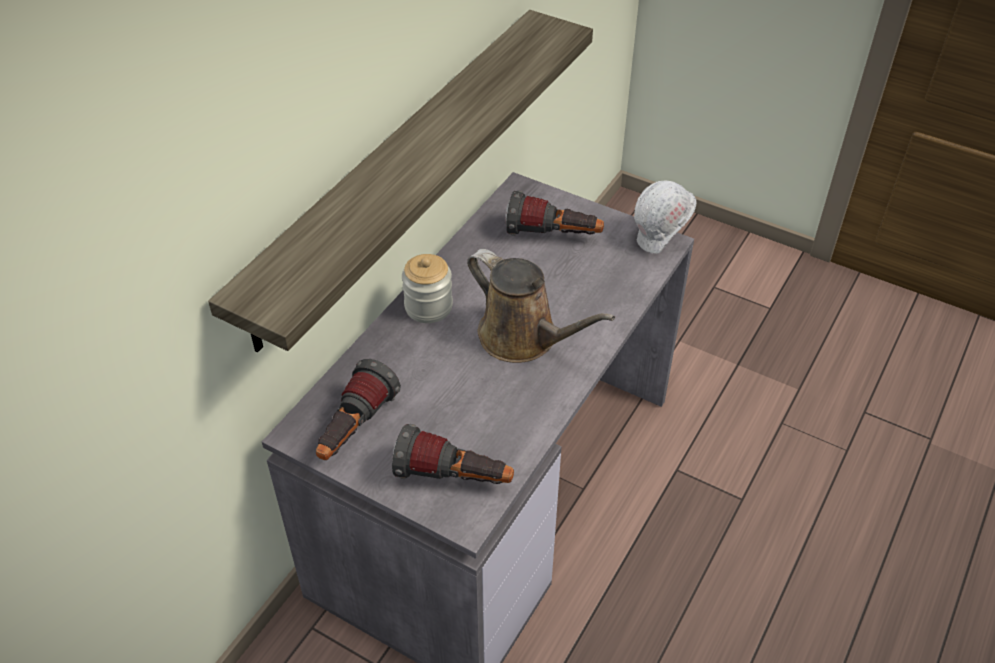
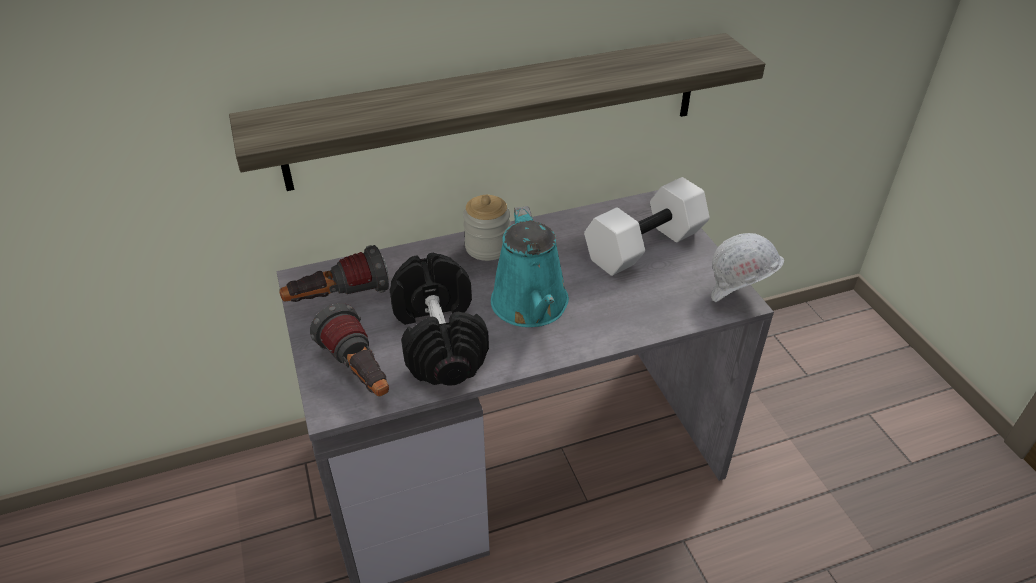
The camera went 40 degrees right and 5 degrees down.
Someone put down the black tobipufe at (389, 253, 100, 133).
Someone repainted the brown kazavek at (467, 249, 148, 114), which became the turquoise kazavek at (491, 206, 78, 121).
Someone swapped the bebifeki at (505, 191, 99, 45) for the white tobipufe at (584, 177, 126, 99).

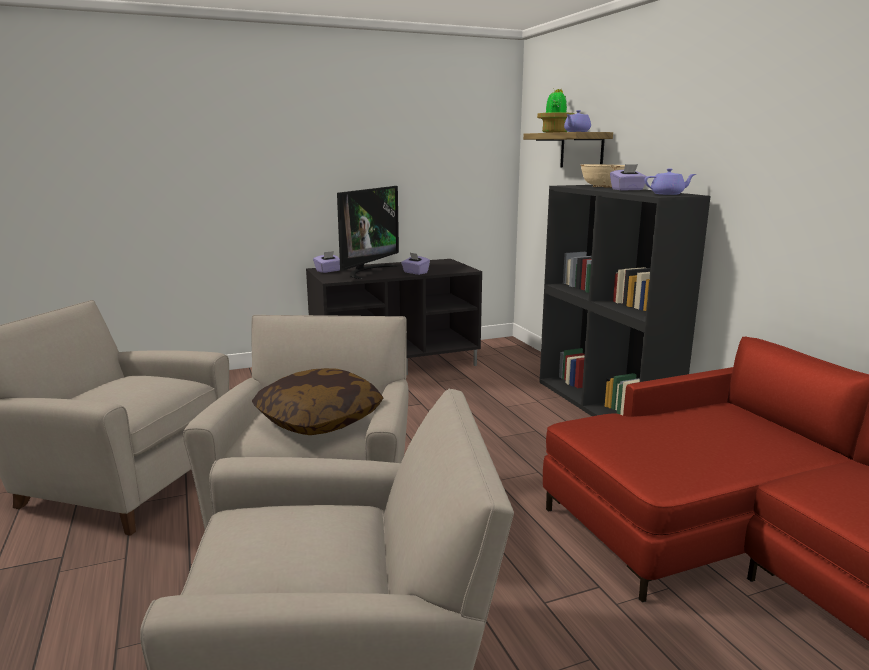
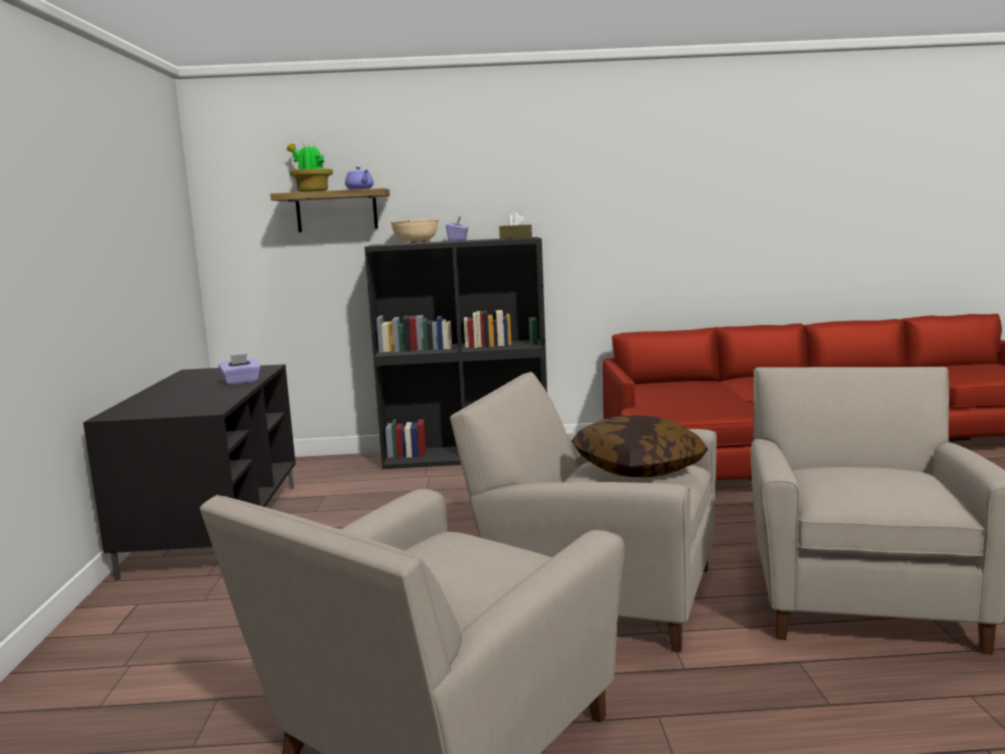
The camera went 70 degrees left and 5 degrees down.
Someone swapped the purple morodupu at (645, 168, 51, 27) for the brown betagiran at (499, 213, 33, 26).
Someone took away the purple betagiran at (313, 251, 27, 22).
Someone took away the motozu at (337, 186, 62, 93).

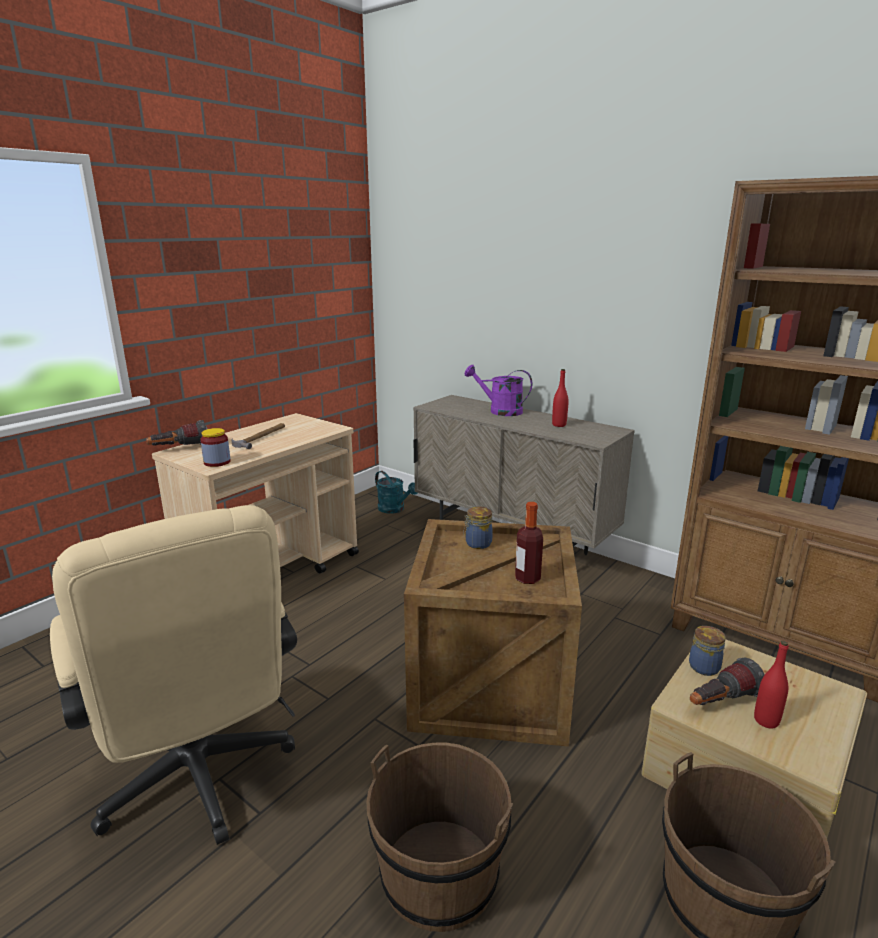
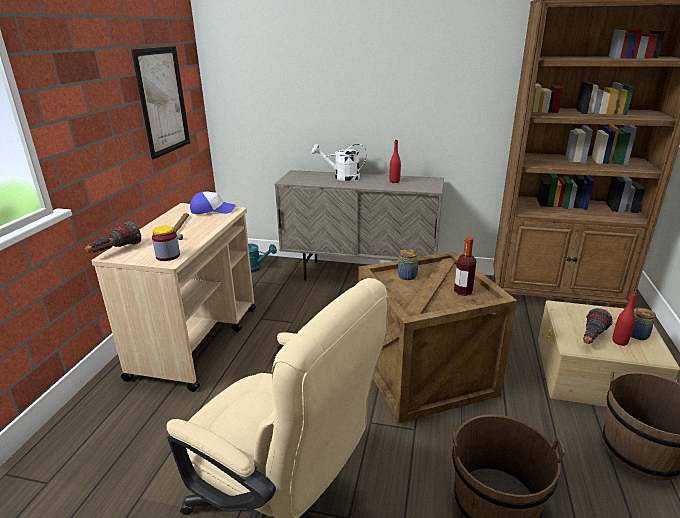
The camera went 25 degrees left and 5 degrees up.
Someone put up the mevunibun at (132, 46, 58, 113).
Someone put down the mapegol at (190, 191, 45, 23).
Someone repainted the purple kazavek at (464, 365, 68, 51), which became the white kazavek at (312, 144, 54, 37).
Someone carried the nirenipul from (689, 626, 37, 50) to (631, 308, 25, 32).

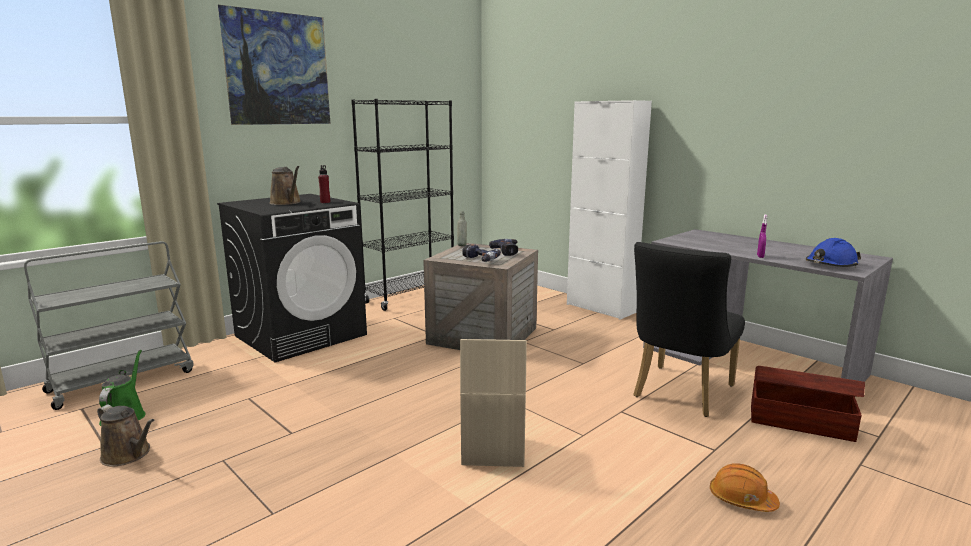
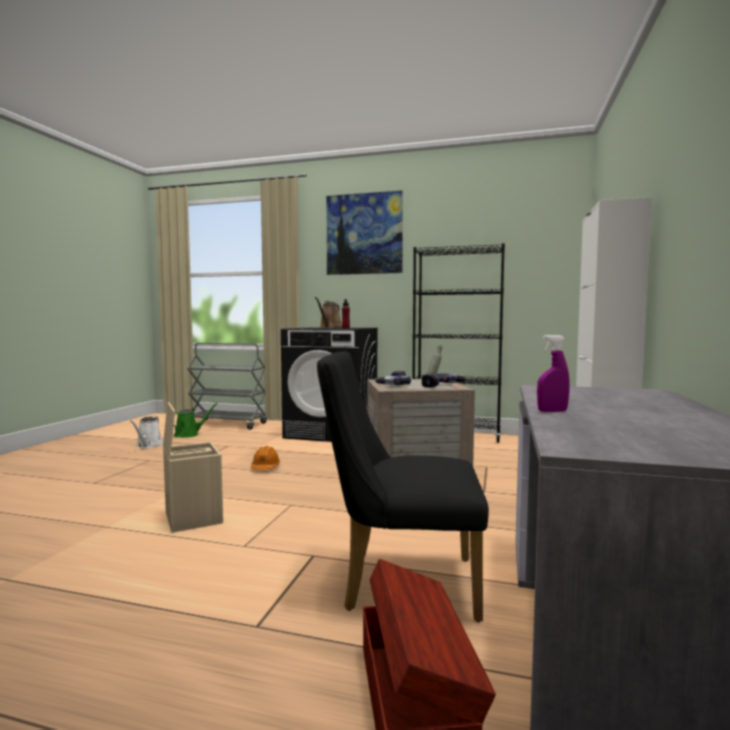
The camera went 60 degrees right and 10 degrees down.
Someone repainted the brown kazavek at (97, 405, 57, 62), which became the white kazavek at (130, 416, 33, 32).
Someone carried the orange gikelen from (710, 463, 70, 49) to (251, 446, 29, 24).
Someone took away the blue gikelen at (805, 238, 56, 30).

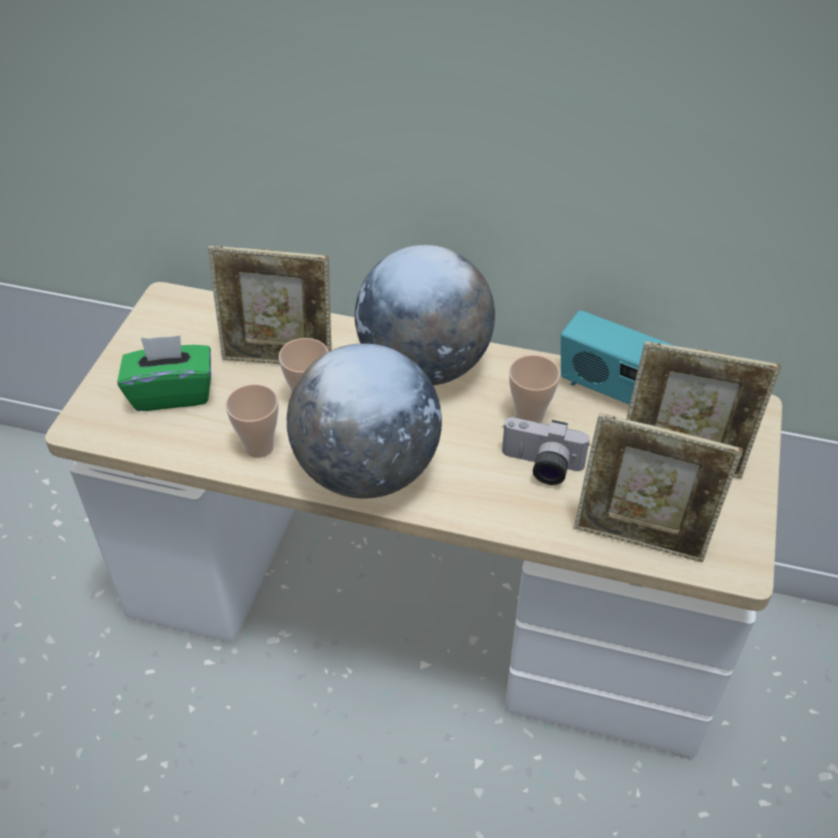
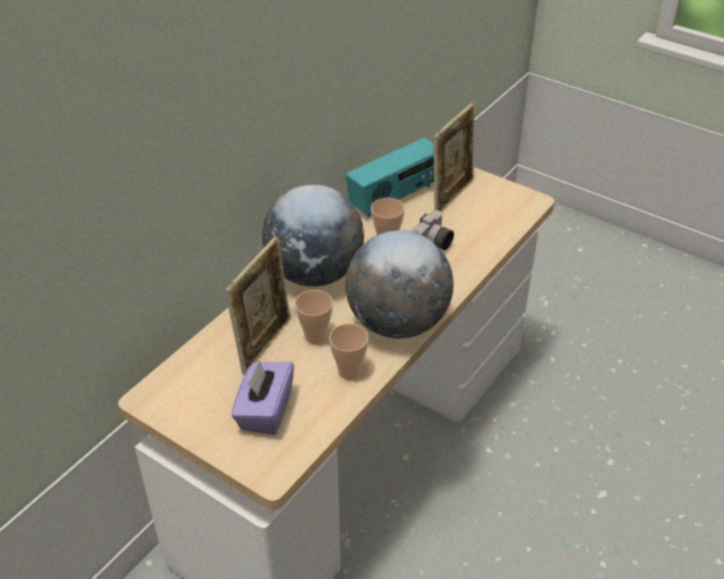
The camera went 70 degrees left and 5 degrees down.
Someone repainted the green betagiran at (117, 335, 94, 76), which became the purple betagiran at (231, 360, 63, 75).
Someone took away the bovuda at (574, 413, 169, 149).

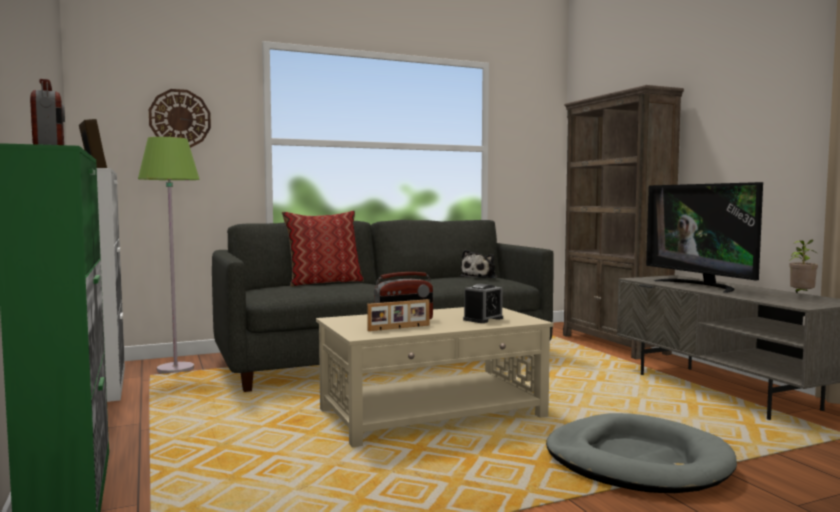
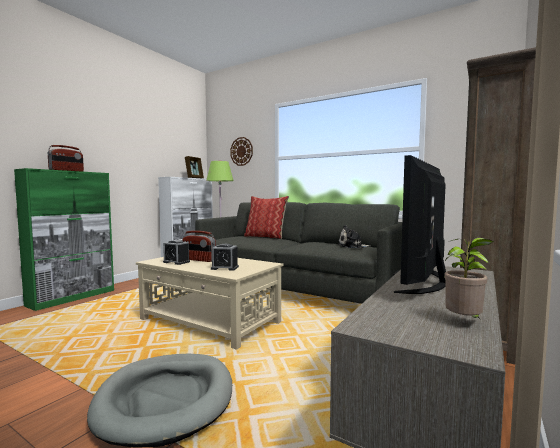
The camera went 55 degrees right and 0 degrees up.
Someone swapped the bovuda at (367, 299, 62, 32) for the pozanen at (163, 240, 27, 25).

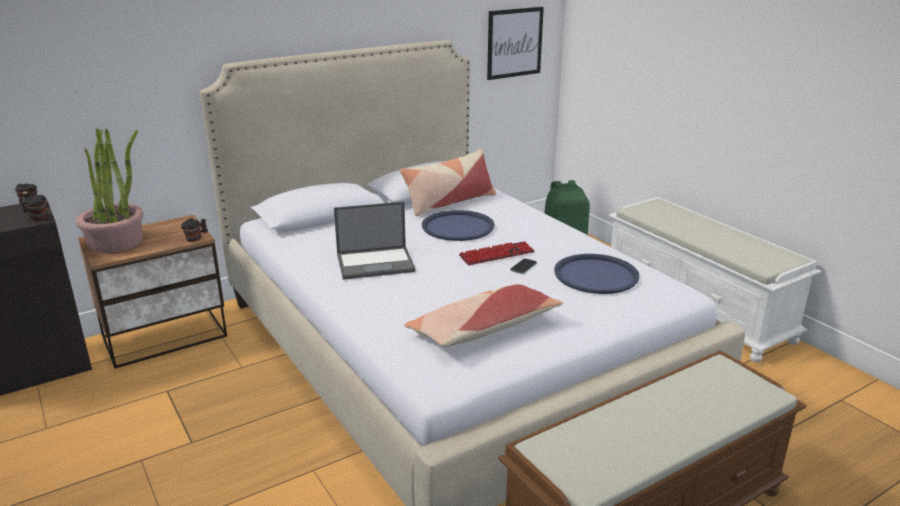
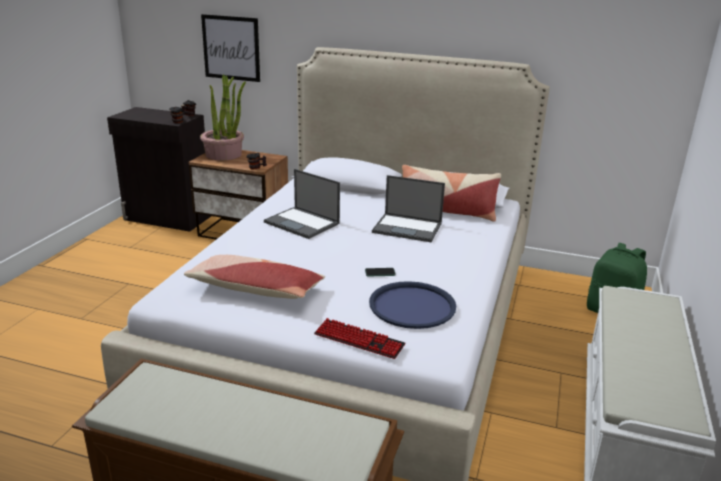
The camera went 50 degrees right and 0 degrees up.
Someone carried the mevunibun from (487, 7, 57, 73) to (201, 14, 59, 68).
Someone carried the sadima from (459, 242, 76, 23) to (314, 318, 91, 41).
Someone swapped the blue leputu at (422, 210, 73, 31) for the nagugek at (372, 175, 73, 67).

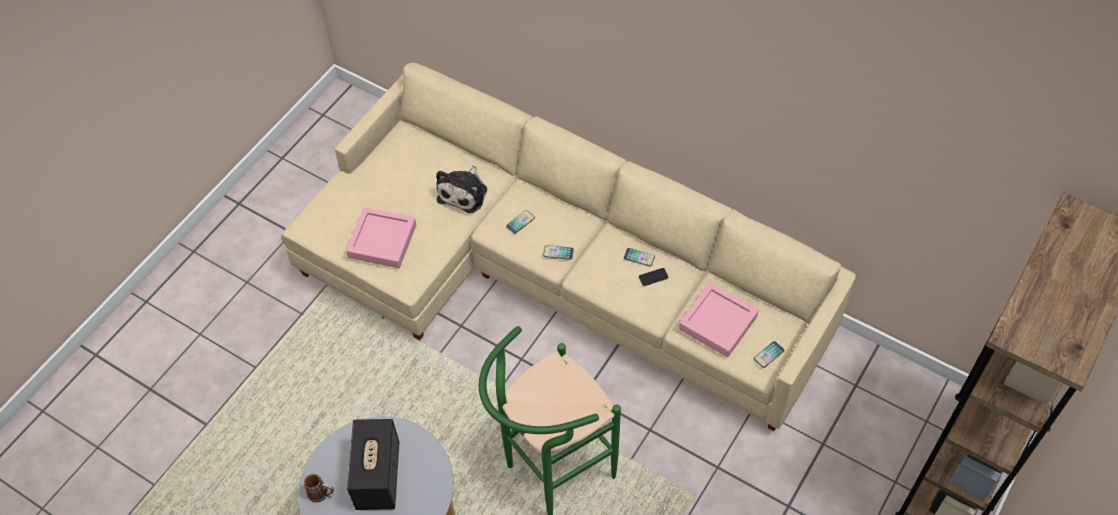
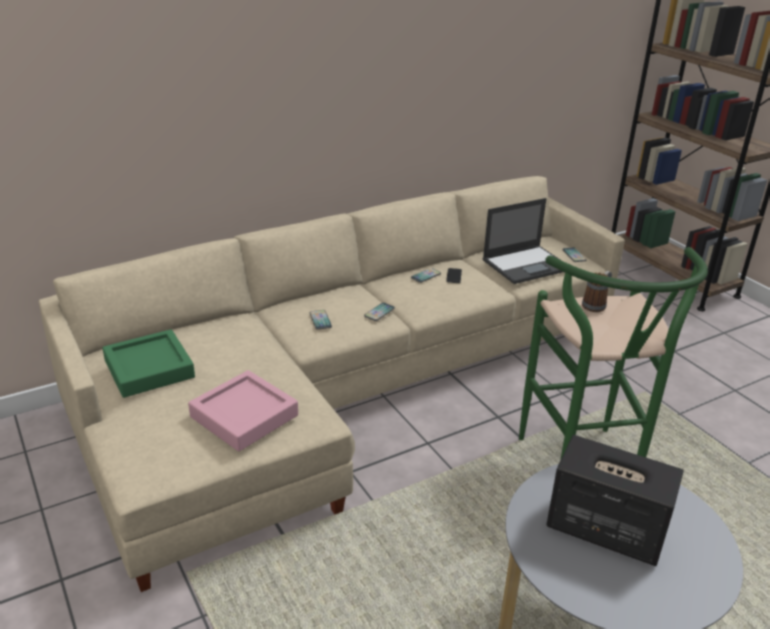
The camera went 65 degrees left and 25 degrees down.
Someone put down the green leputu at (103, 329, 92, 69).
Someone swapped the pink leputu at (679, 283, 79, 74) for the nagugek at (483, 198, 80, 86).
Someone carried the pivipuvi from (304, 474, 30, 29) to (582, 271, 30, 41).
Someone took away the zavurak at (436, 166, 51, 47).

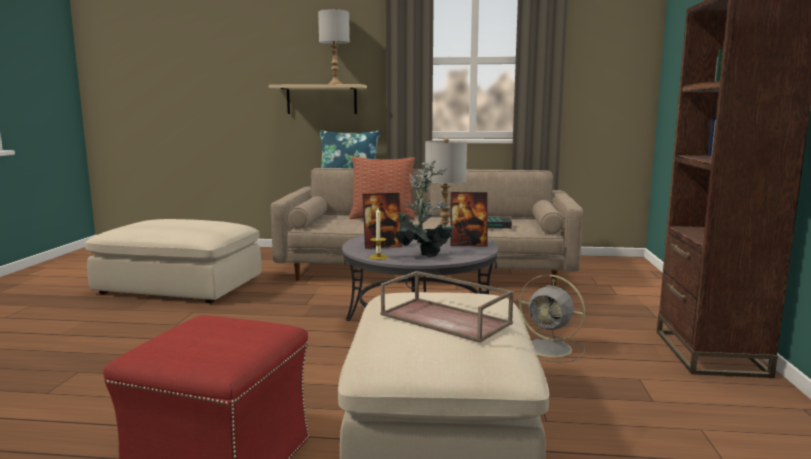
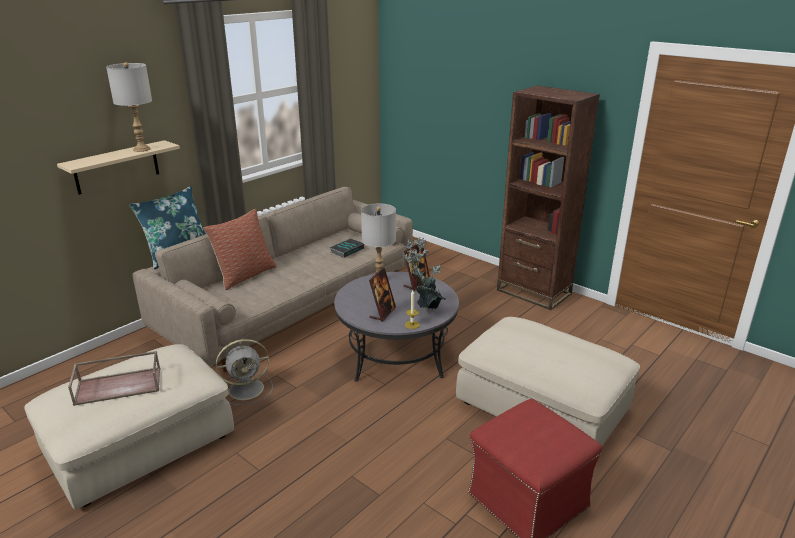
The camera went 55 degrees left and 15 degrees up.
Someone carried the brown leputu from (381, 271, 133, 72) to (68, 351, 93, 55).
Someone carried the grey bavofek from (519, 274, 66, 89) to (216, 339, 57, 66).

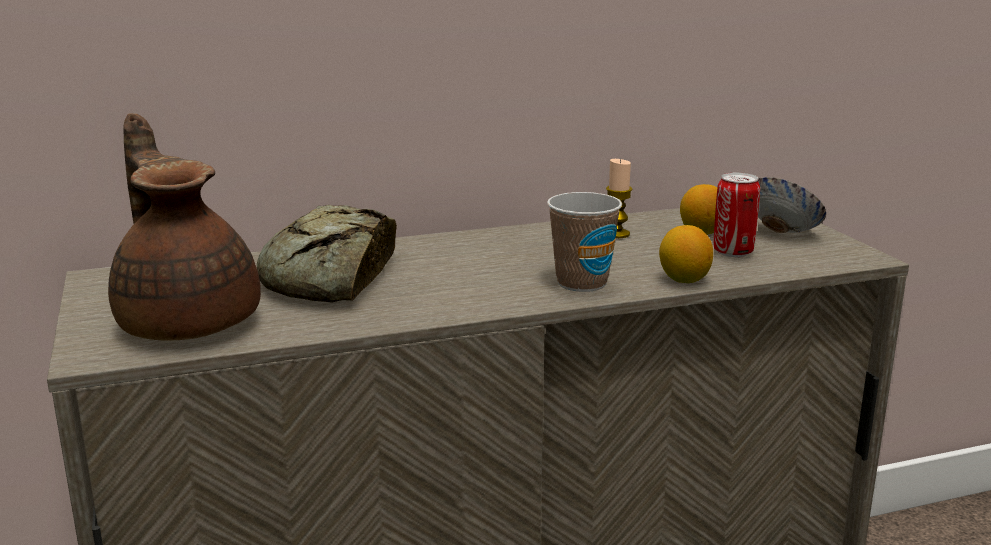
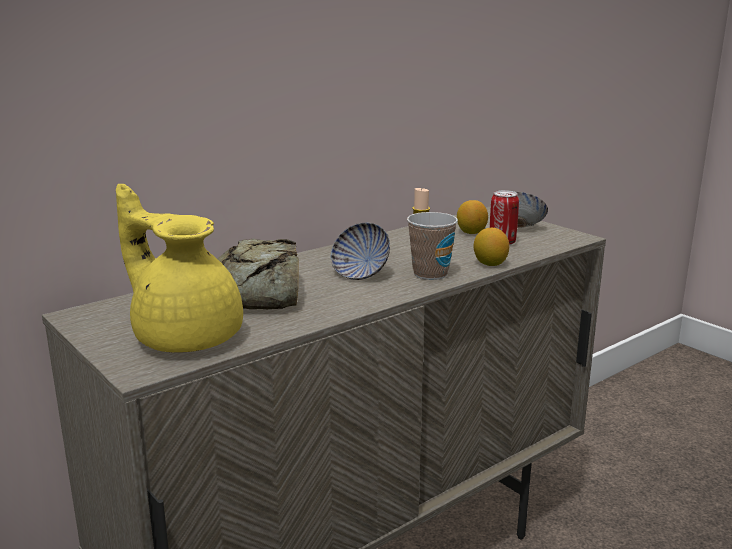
The camera went 20 degrees left and 0 degrees up.
Someone repainted the brown morodupu at (108, 113, 153, 228), which became the yellow morodupu at (116, 184, 127, 169).
Someone put down the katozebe at (330, 223, 60, 57).

